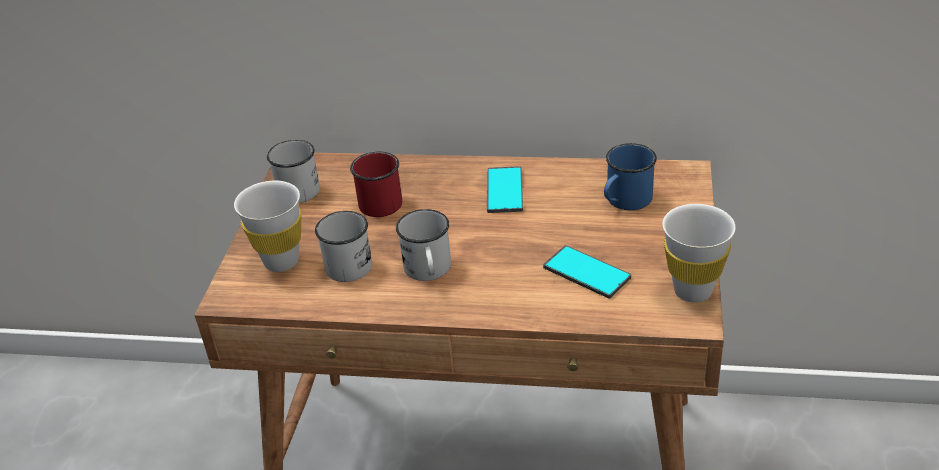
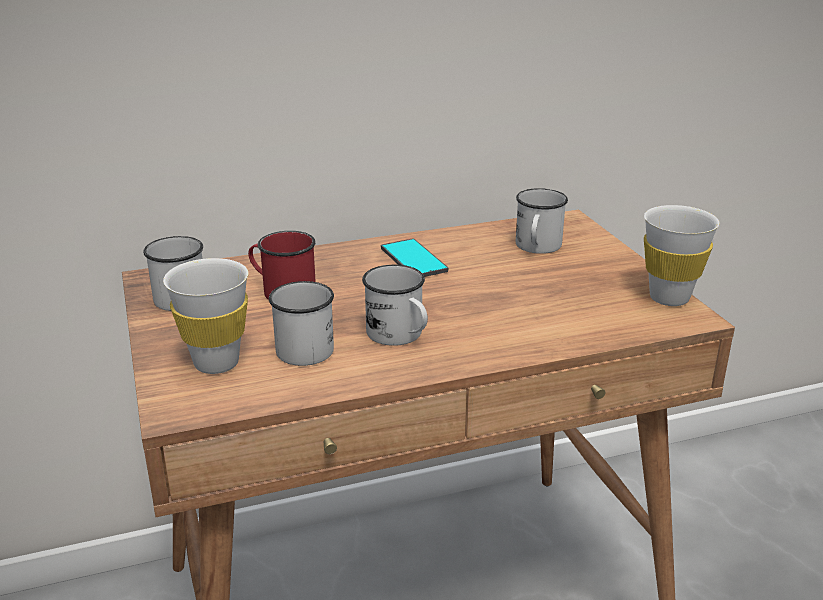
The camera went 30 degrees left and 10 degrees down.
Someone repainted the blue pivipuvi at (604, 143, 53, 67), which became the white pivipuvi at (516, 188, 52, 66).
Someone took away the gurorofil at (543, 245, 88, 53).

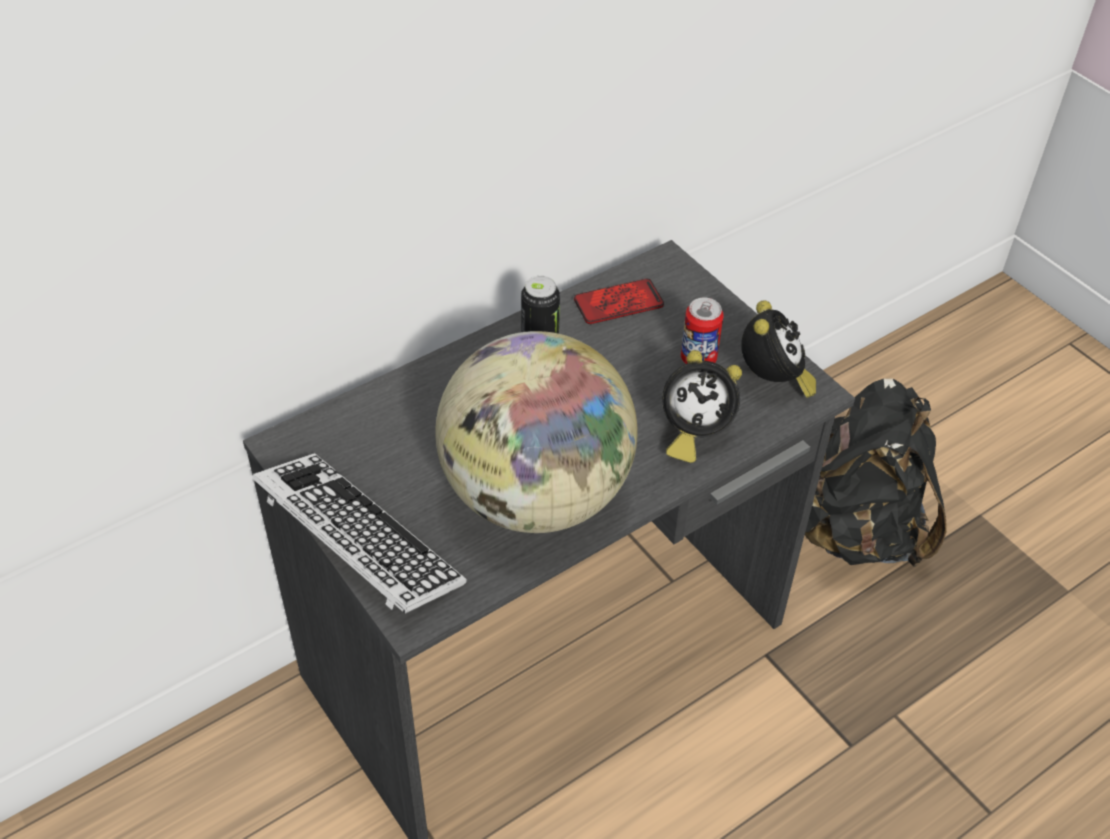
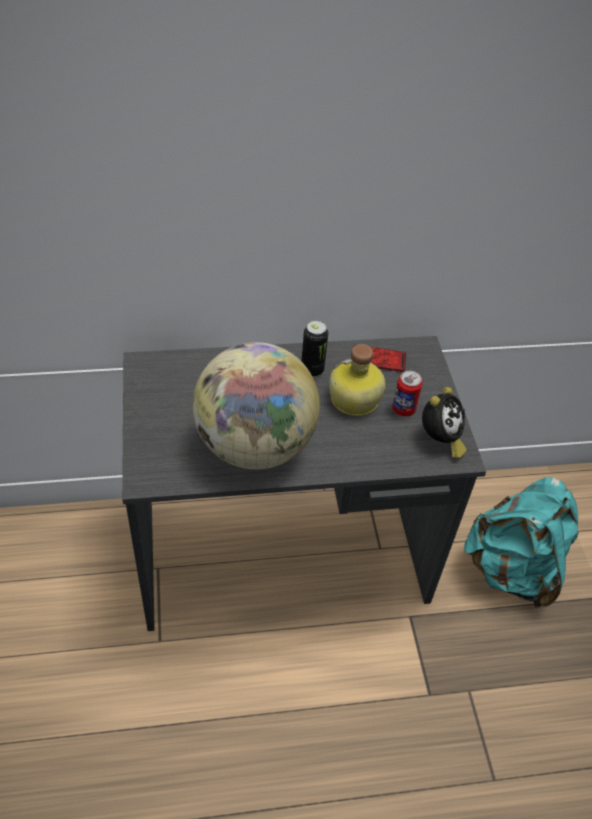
The camera went 25 degrees right and 0 degrees up.
Someone put down the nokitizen at (329, 344, 57, 72).
Someone repainted the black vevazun at (805, 379, 142, 188), which became the turquoise vevazun at (464, 477, 115, 131).
Someone took away the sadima at (252, 453, 214, 161).
Someone took away the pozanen at (662, 350, 80, 113).

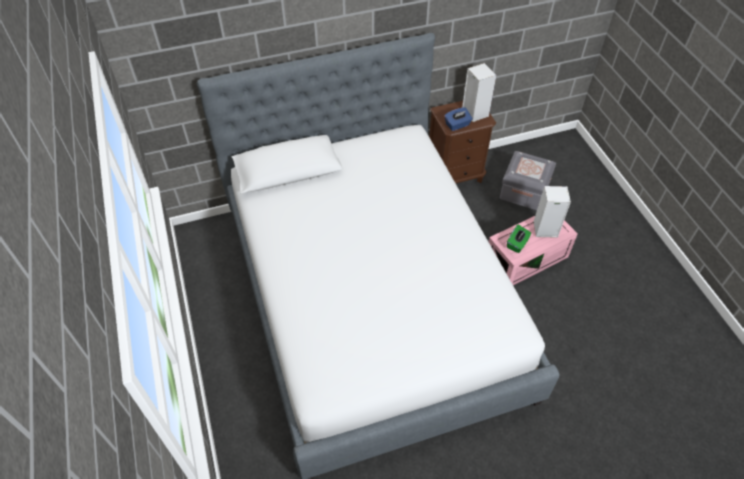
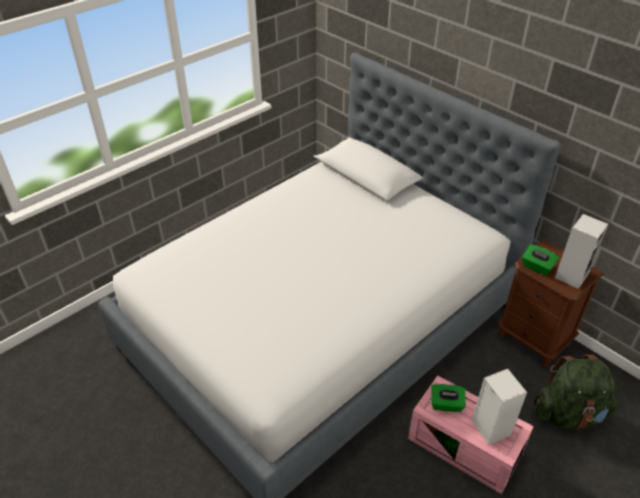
The camera went 65 degrees right and 10 degrees down.
Someone repainted the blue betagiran at (445, 108, 27, 23), which became the green betagiran at (522, 244, 37, 32).
Someone swapped the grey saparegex at (500, 151, 56, 59) for the green vevazun at (534, 355, 83, 74).

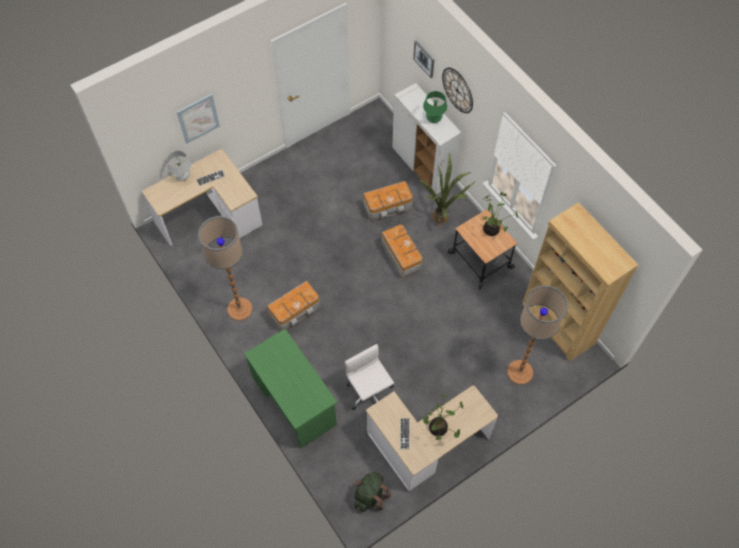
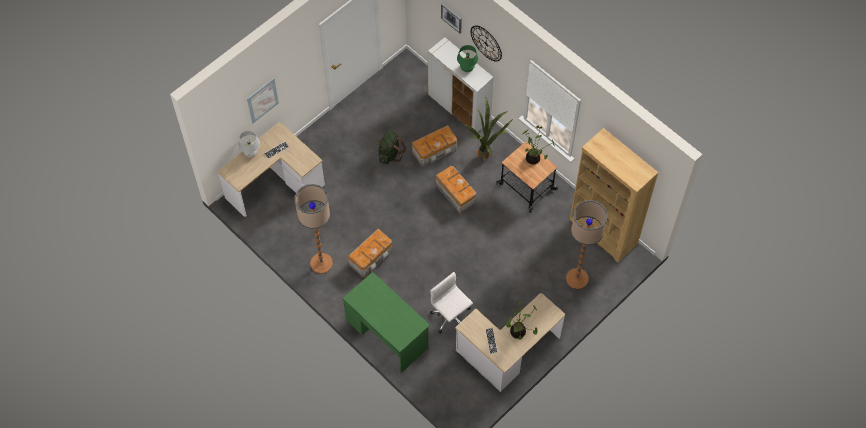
The camera went 10 degrees left and 0 degrees up.
Someone carried the green vevazun from (354, 472, 37, 40) to (377, 131, 29, 33).

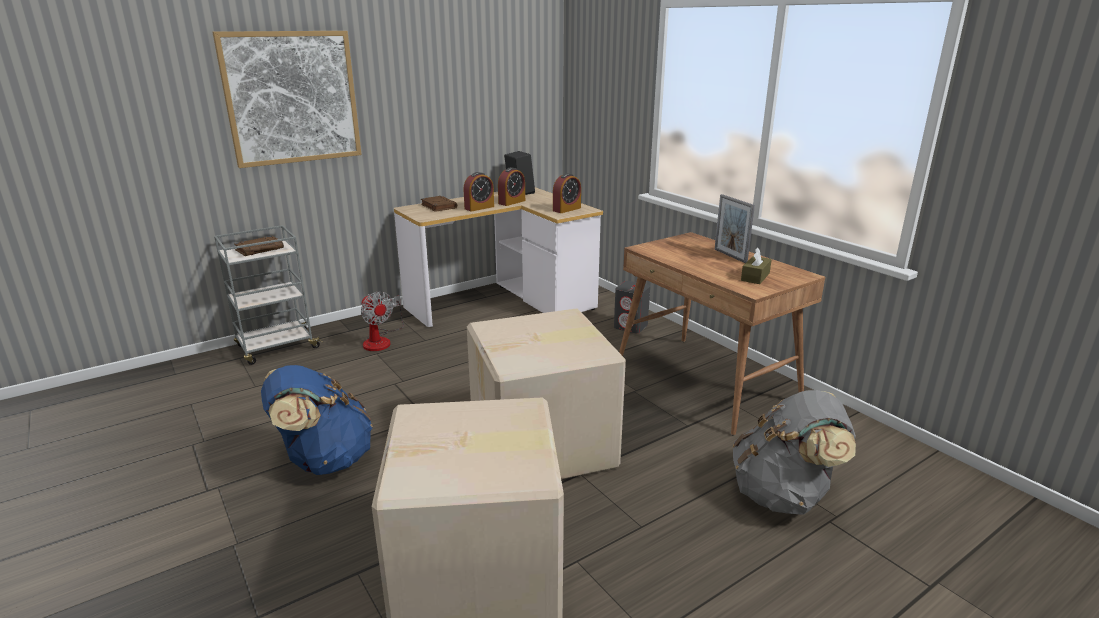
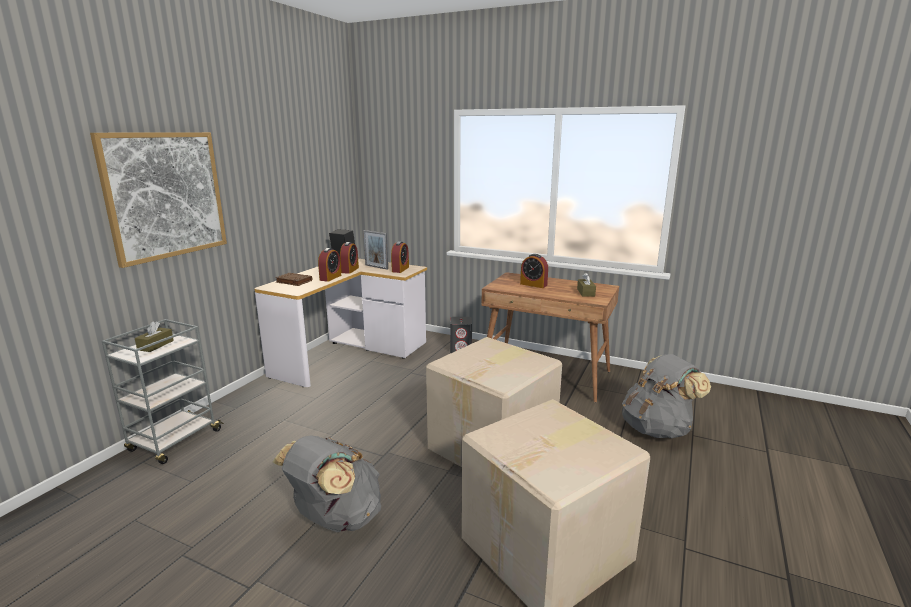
The camera went 30 degrees left and 5 degrees down.
Someone swapped the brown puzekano at (234, 236, 50, 20) for the brown betagiran at (135, 321, 39, 31).
Someone repainted the blue vevazun at (261, 365, 112, 110), which became the grey vevazun at (273, 435, 108, 97).
Someone carried the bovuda from (714, 194, 41, 69) to (363, 230, 25, 40).
Someone put down the pozanen at (520, 254, 28, 34).
Someone took away the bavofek at (361, 292, 43, 59).

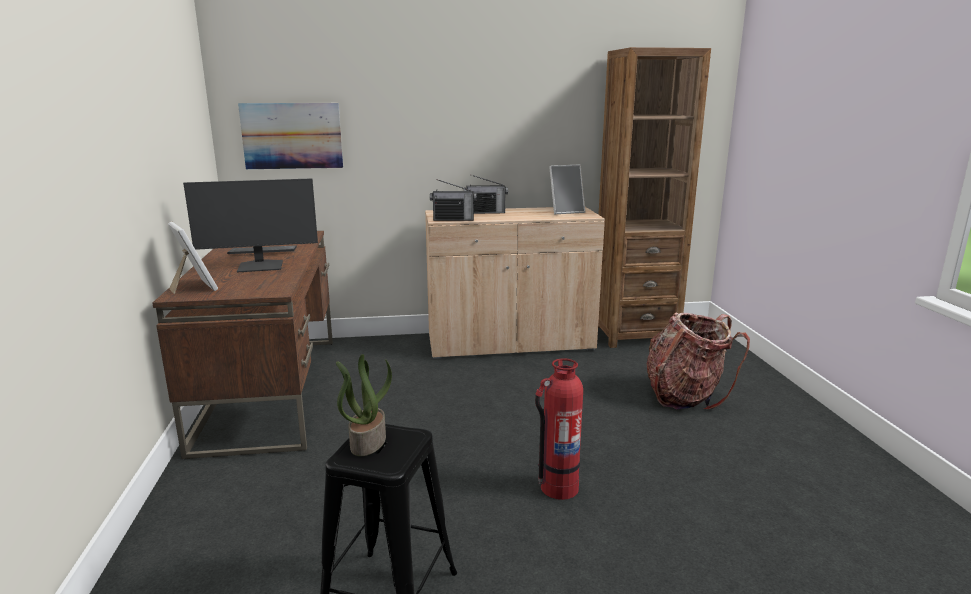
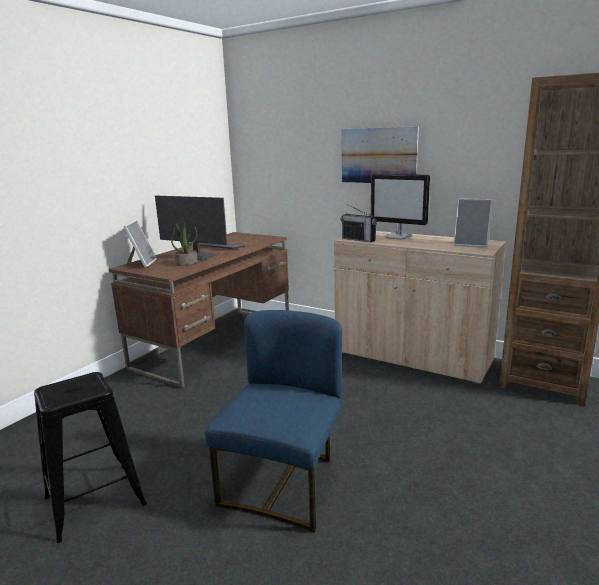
The camera went 40 degrees right and 0 degrees up.
Someone carried the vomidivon from (336, 354, 56, 102) to (171, 221, 26, 45).
Someone swapped the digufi at (535, 358, 48, 142) for the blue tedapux at (205, 310, 137, 223).
Someone carried the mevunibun from (238, 103, 105, 66) to (342, 127, 77, 56).
Someone swapped the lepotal at (464, 174, 44, 40) for the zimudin at (371, 174, 59, 66).
Someone took away the vevazun at (647, 312, 103, 98).

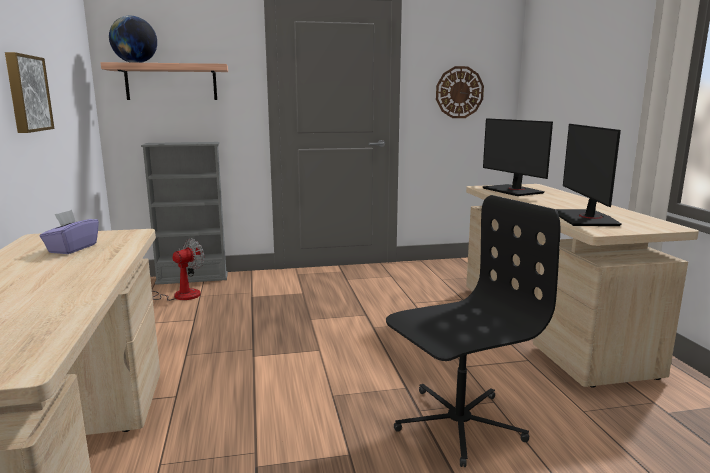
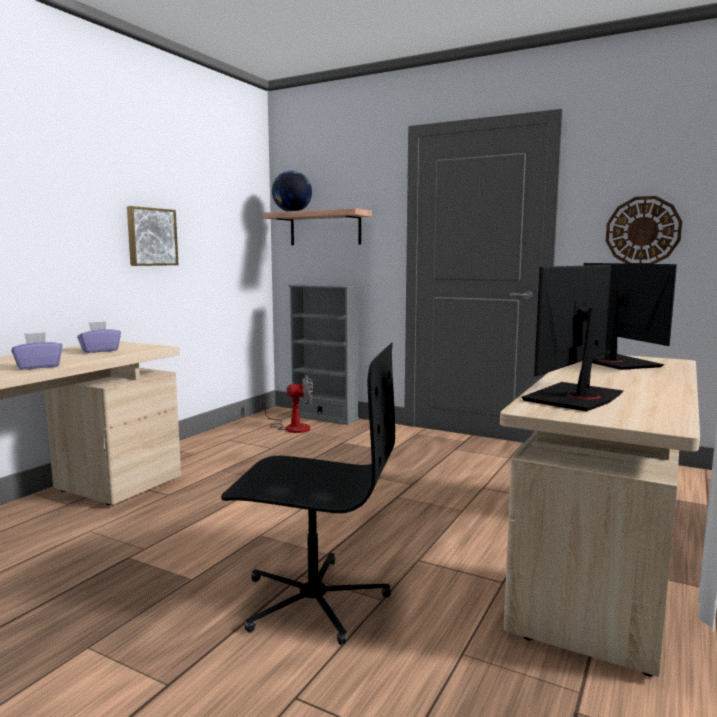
The camera went 40 degrees right and 5 degrees down.
Someone put down the purple betagiran at (11, 332, 51, 38).
Someone rotated the zimudin at (482, 118, 71, 78) by 150 degrees clockwise.

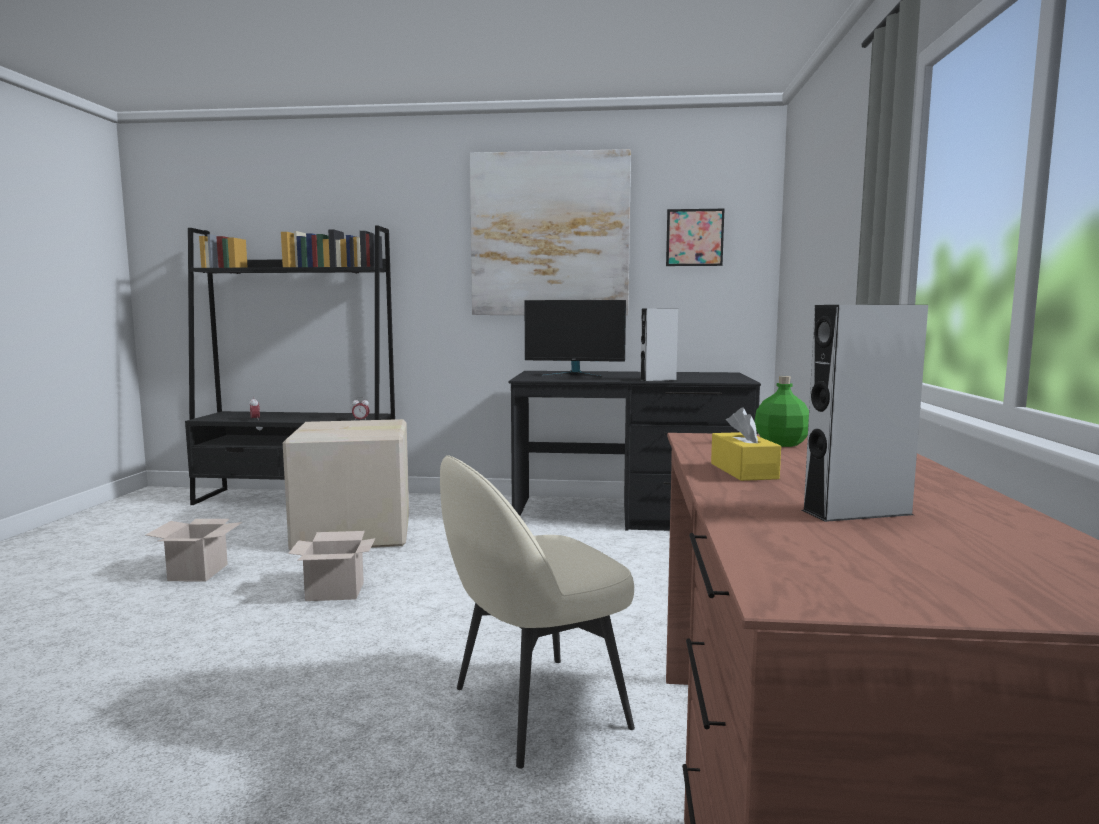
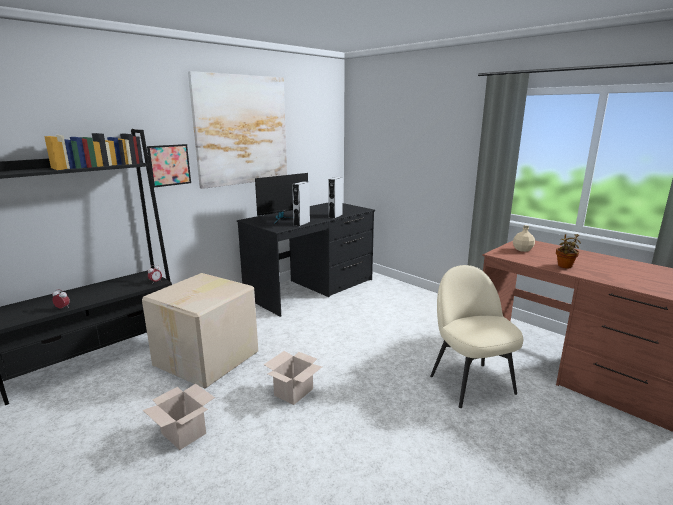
The camera went 50 degrees left and 10 degrees up.
Someone carried the mevunibun from (666, 209, 58, 57) to (147, 144, 44, 44).
Someone carried the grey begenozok from (802, 305, 126, 217) to (292, 181, 18, 45).
Someone rotated the beige tedapux at (440, 455, 195, 314) by 150 degrees clockwise.
Someone repainted the green nokitizen at (755, 376, 54, 71), which became the beige nokitizen at (513, 225, 22, 27).
Someone swapped the yellow betagiran at (711, 407, 70, 74) for the vomidivon at (556, 234, 25, 34).

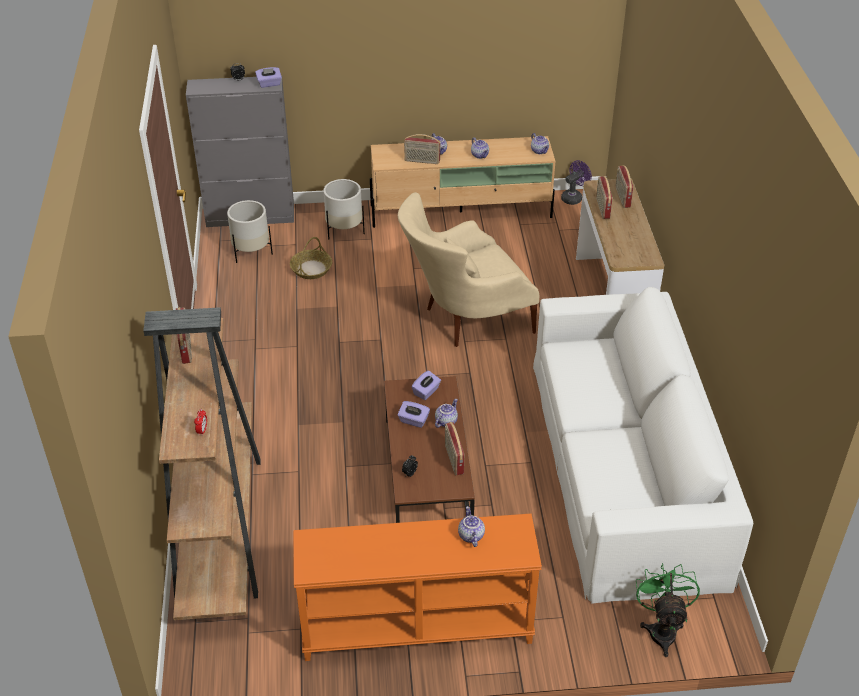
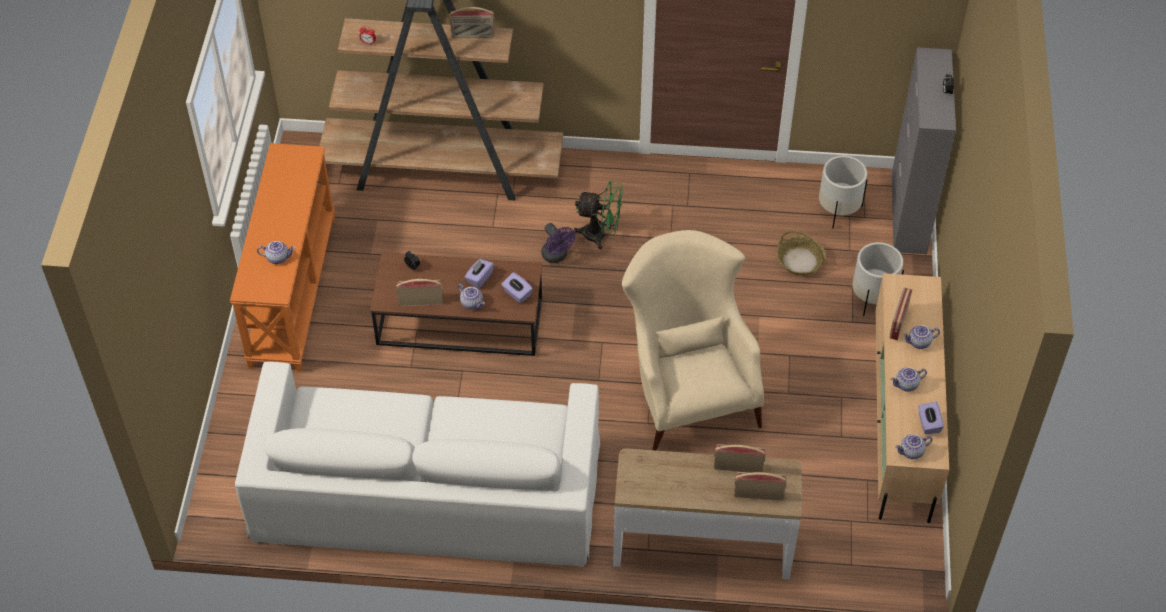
The camera went 100 degrees right and 10 degrees up.
Someone carried the purple bavofek from (561, 160, 31, 45) to (541, 223, 34, 40).
Someone carried the green bavofek from (636, 563, 64, 94) to (574, 181, 49, 68).
Someone carried the purple betagiran from (255, 67, 27, 21) to (918, 402, 26, 32).

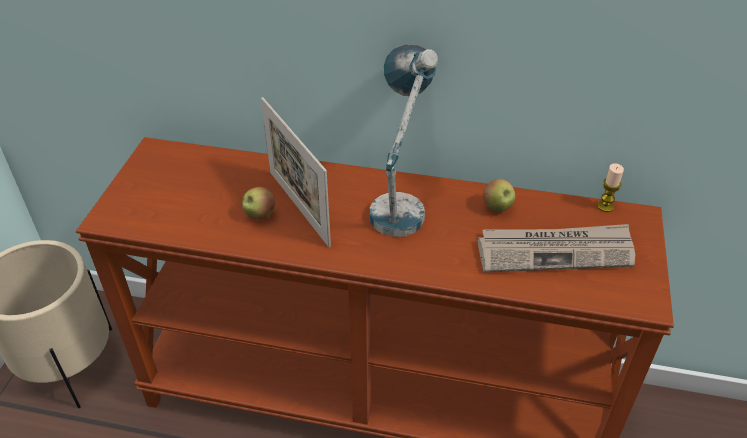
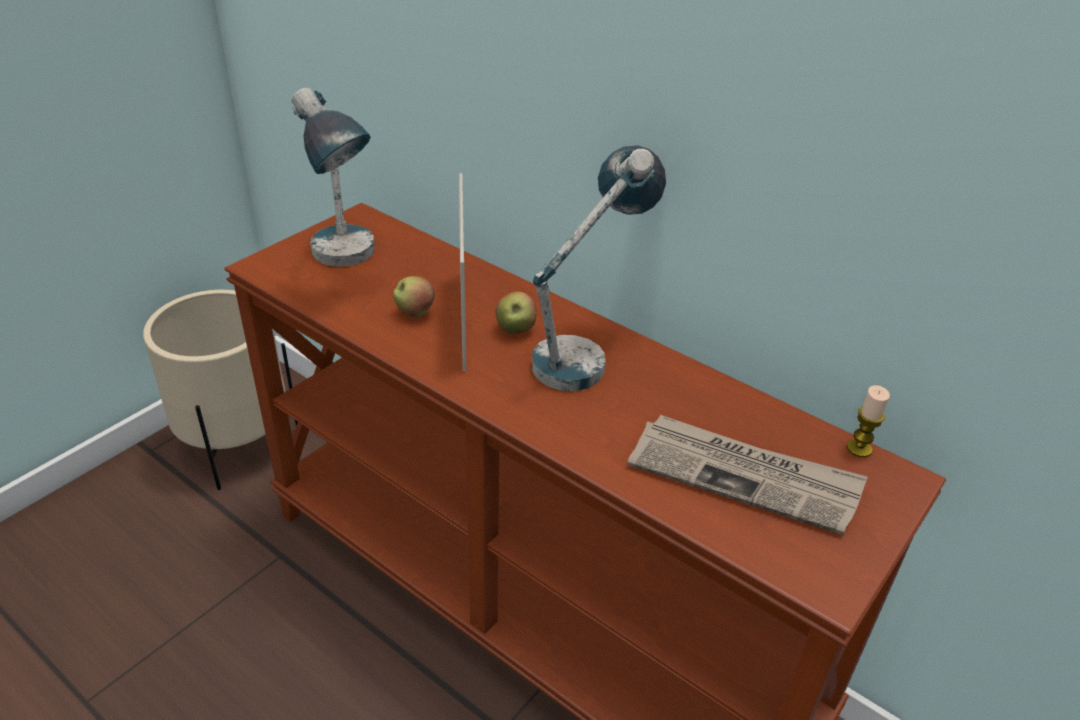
The camera went 25 degrees right and 5 degrees down.
Someone put down the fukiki at (291, 88, 84, 179).
Someone carried the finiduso from (483, 179, 33, 34) to (496, 292, 41, 42).

